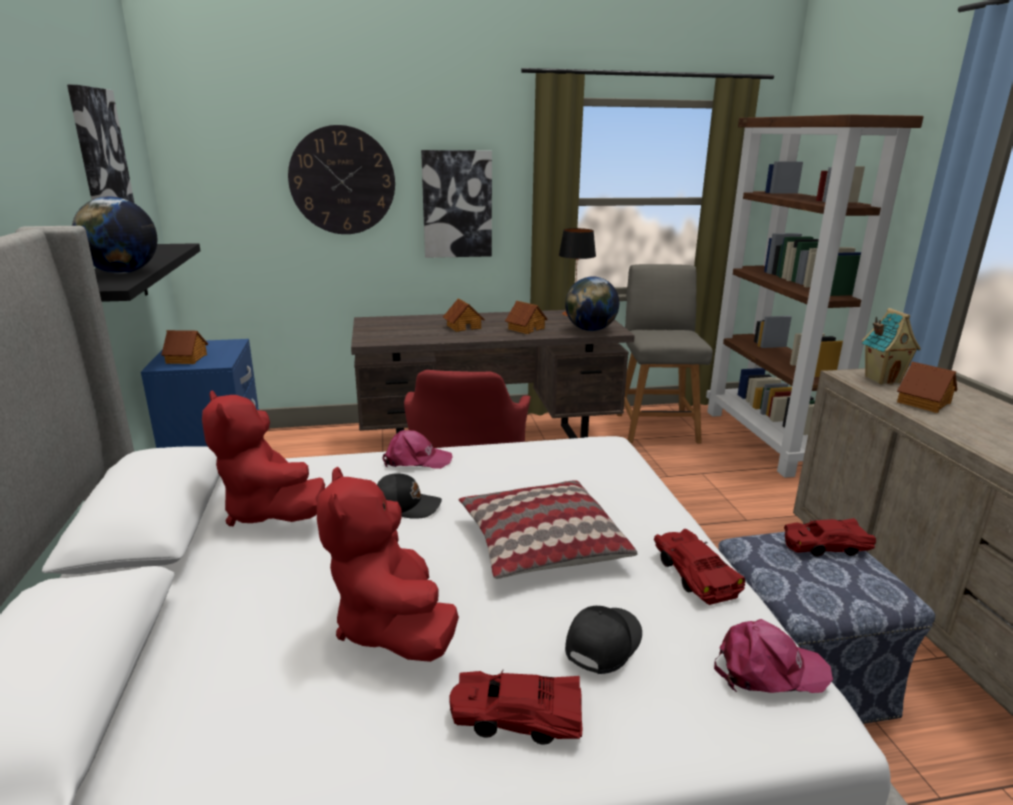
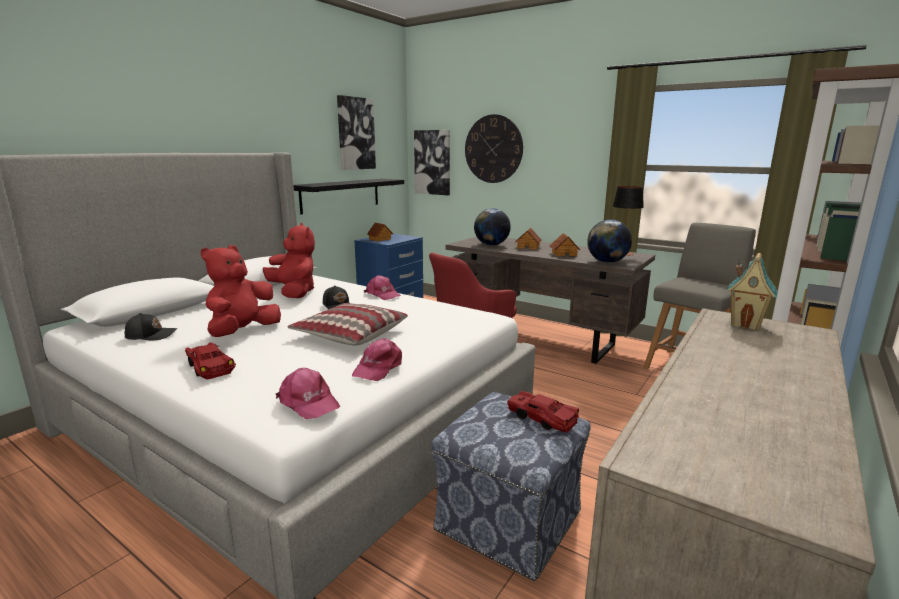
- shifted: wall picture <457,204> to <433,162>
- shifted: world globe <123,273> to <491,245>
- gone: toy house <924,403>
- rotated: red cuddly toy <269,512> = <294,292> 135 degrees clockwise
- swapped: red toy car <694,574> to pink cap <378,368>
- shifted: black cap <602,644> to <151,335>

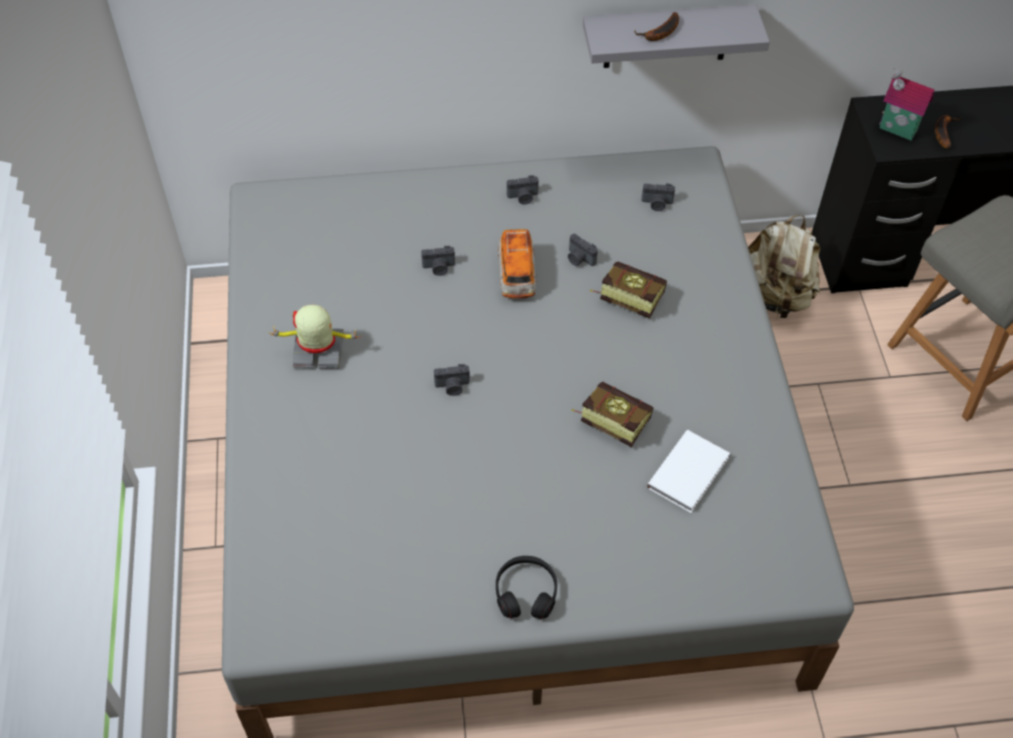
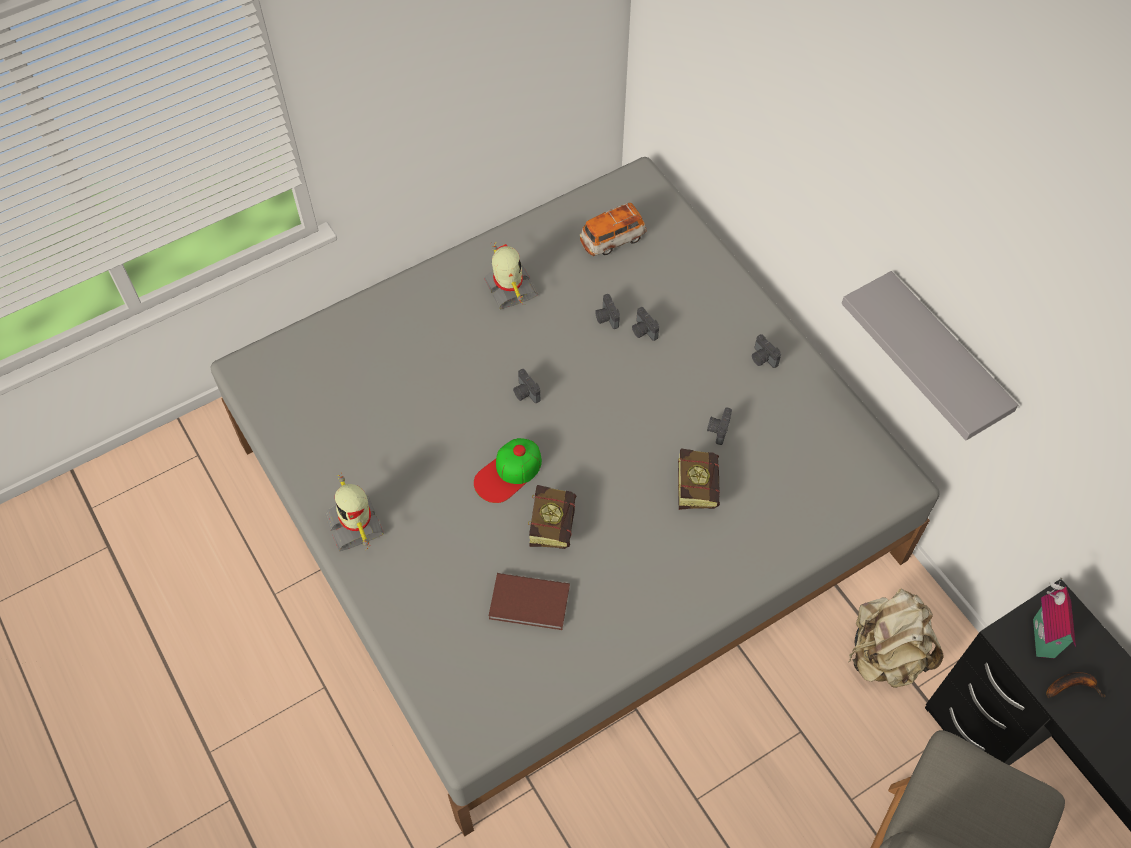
- gone: banana fruit <660,33>
- shifted: still camera <657,204> to <606,318>
- shifted: toy car <516,275> to <612,240>
- repainted: whitish volume <690,472> to brown-coloured volume <530,604>
- swapped: black pair of headphones <526,592> to model robot <356,524>
- new: cap <508,473>

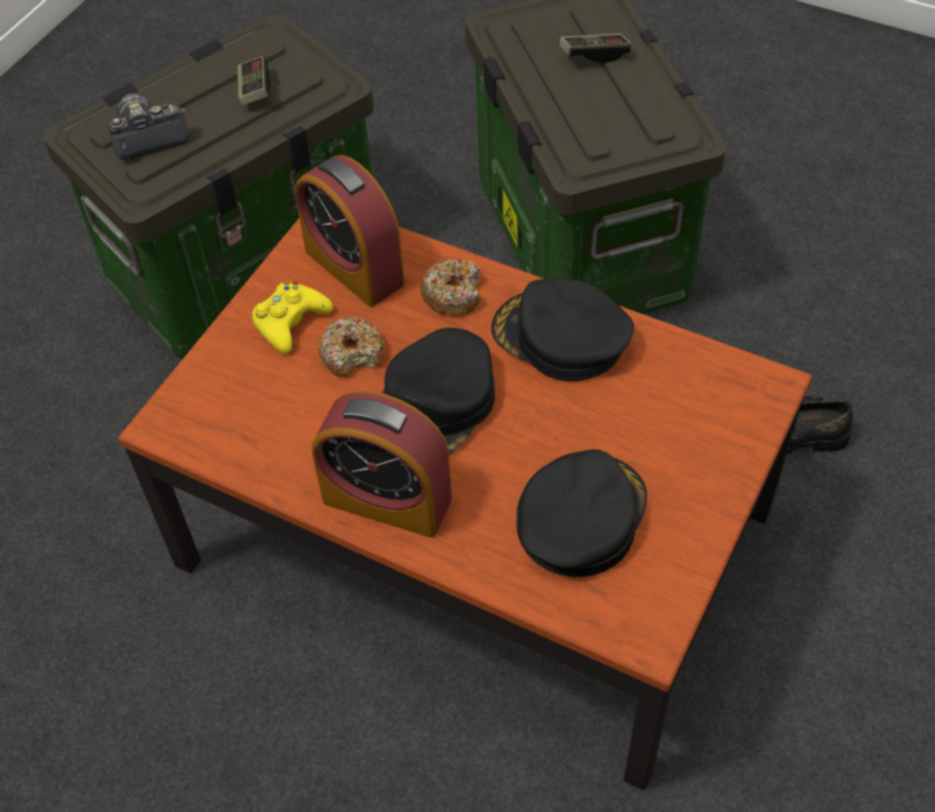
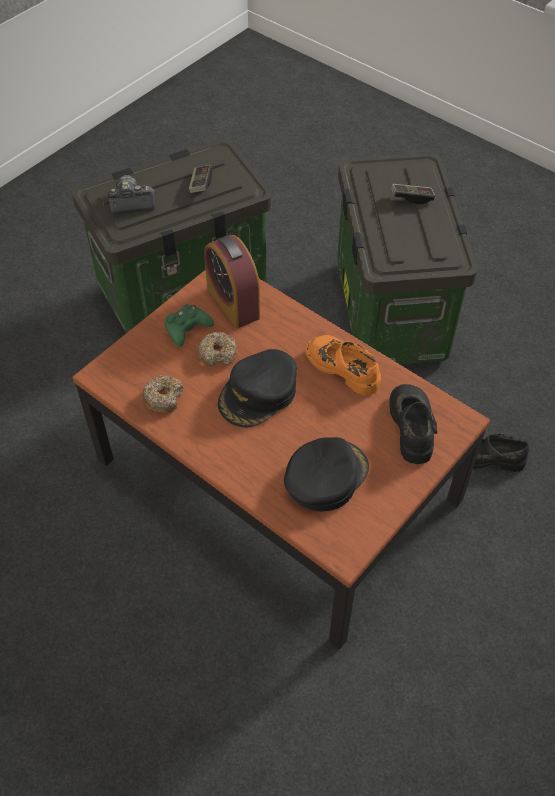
- shifted: doughnut <453,294> to <163,398>
- swapped: black cap <560,337> to orange-coloured item of footwear <343,368>
- repainted: yellowish game controller <290,322> to greenish game controller <187,328>
- gone: bedside clock <387,499>
- new: black item of footwear <413,426>

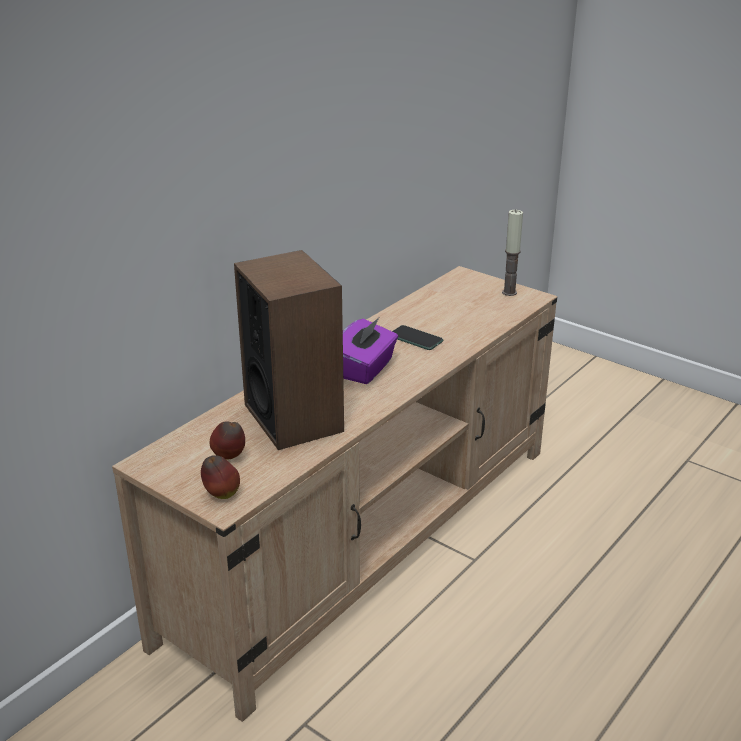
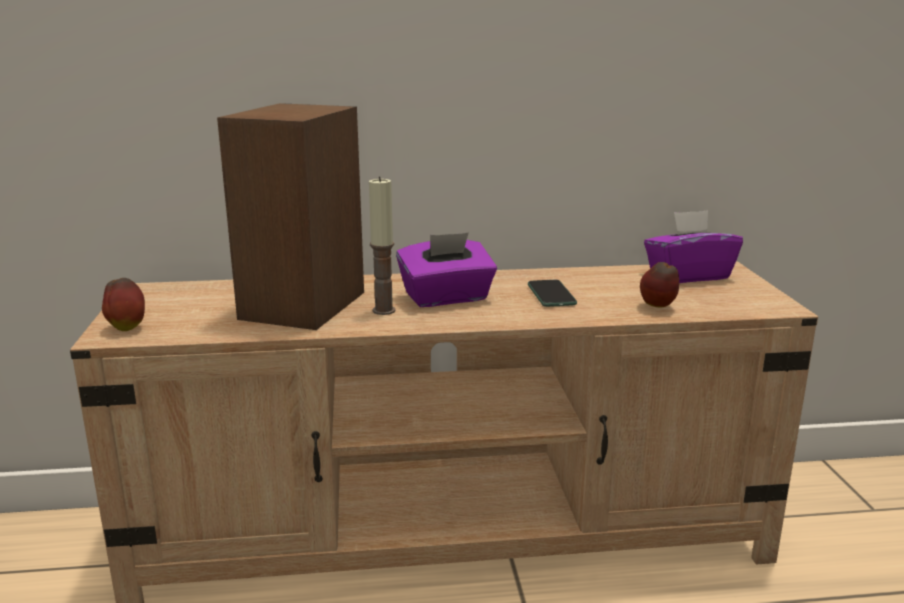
- shifted: wax candle <509,292> to <384,310>
- shifted: apple <229,457> to <658,307>
- new: purple box of tissues <688,275>

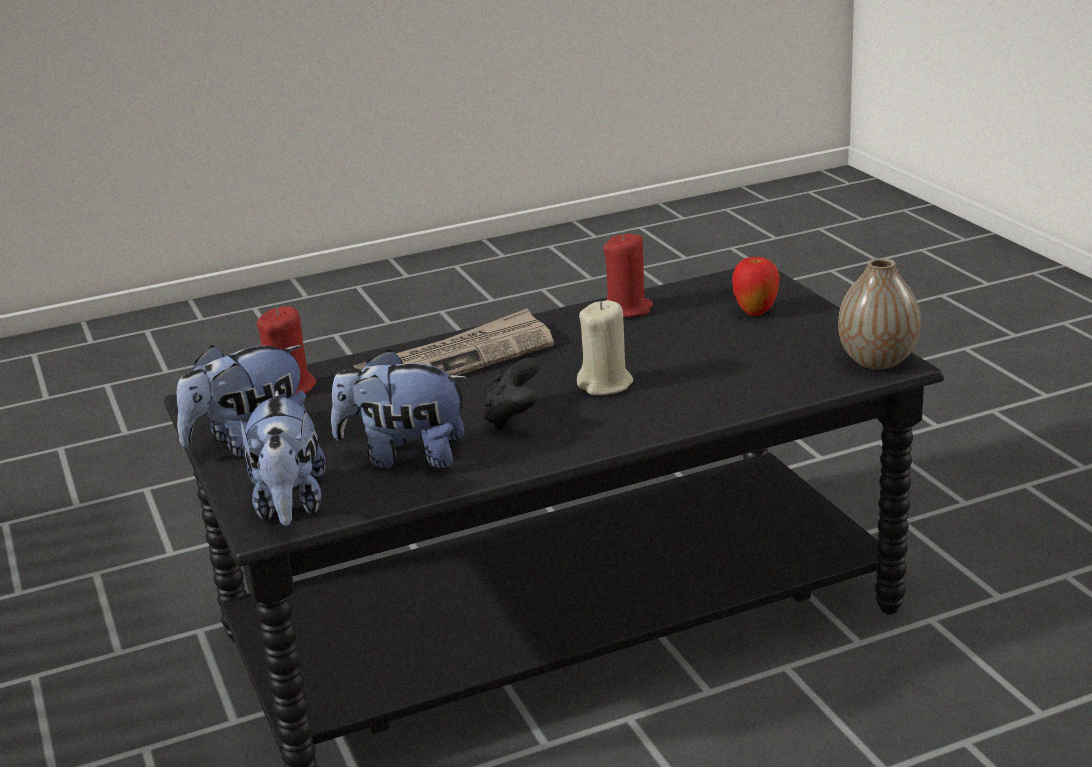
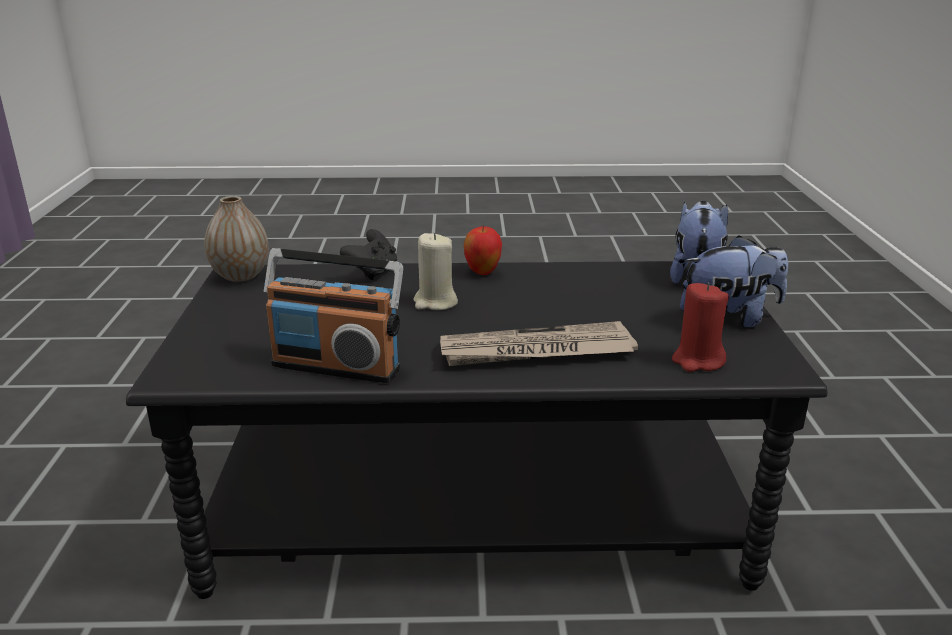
- swapped: red wax candle <627,309> to radio set <336,366>
- shifted: apple <755,312> to <482,272>
- gone: cuddly toy <405,456>
- shifted: black game controller <513,418> to <372,272>

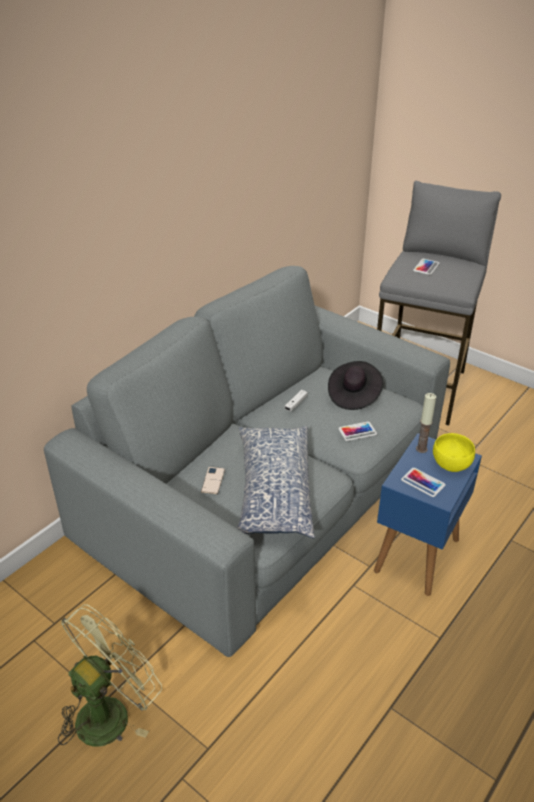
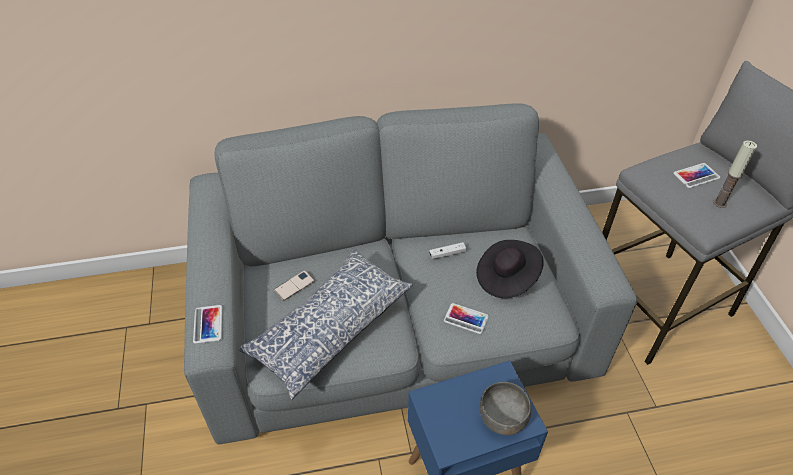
- shifted: wax candle <421,449> to <720,203>
- repainted: yellowish deep dish <451,464> to grey deep dish <502,419>
- shifted: telephone <423,482> to <208,324>
- gone: greenish electric fan <110,711>

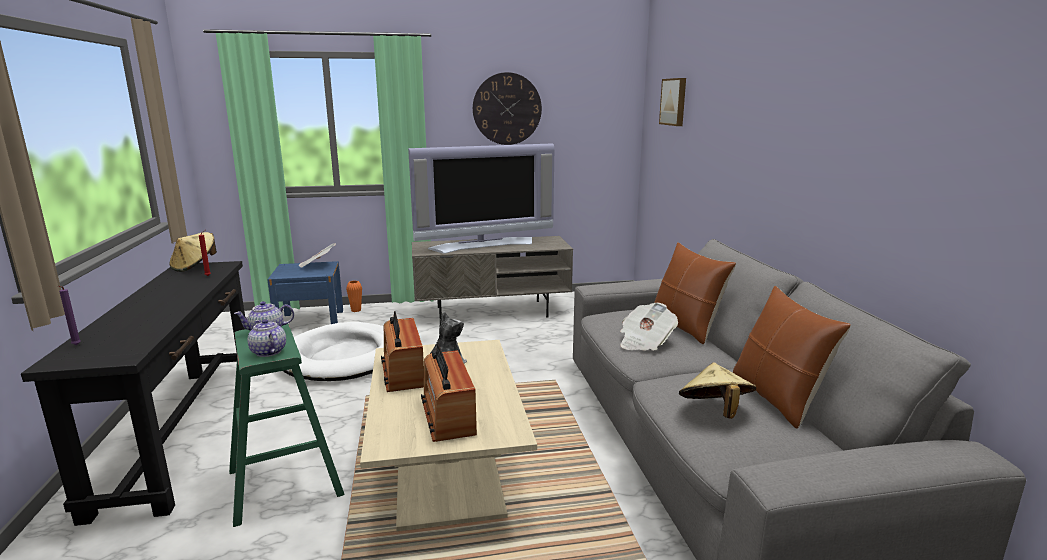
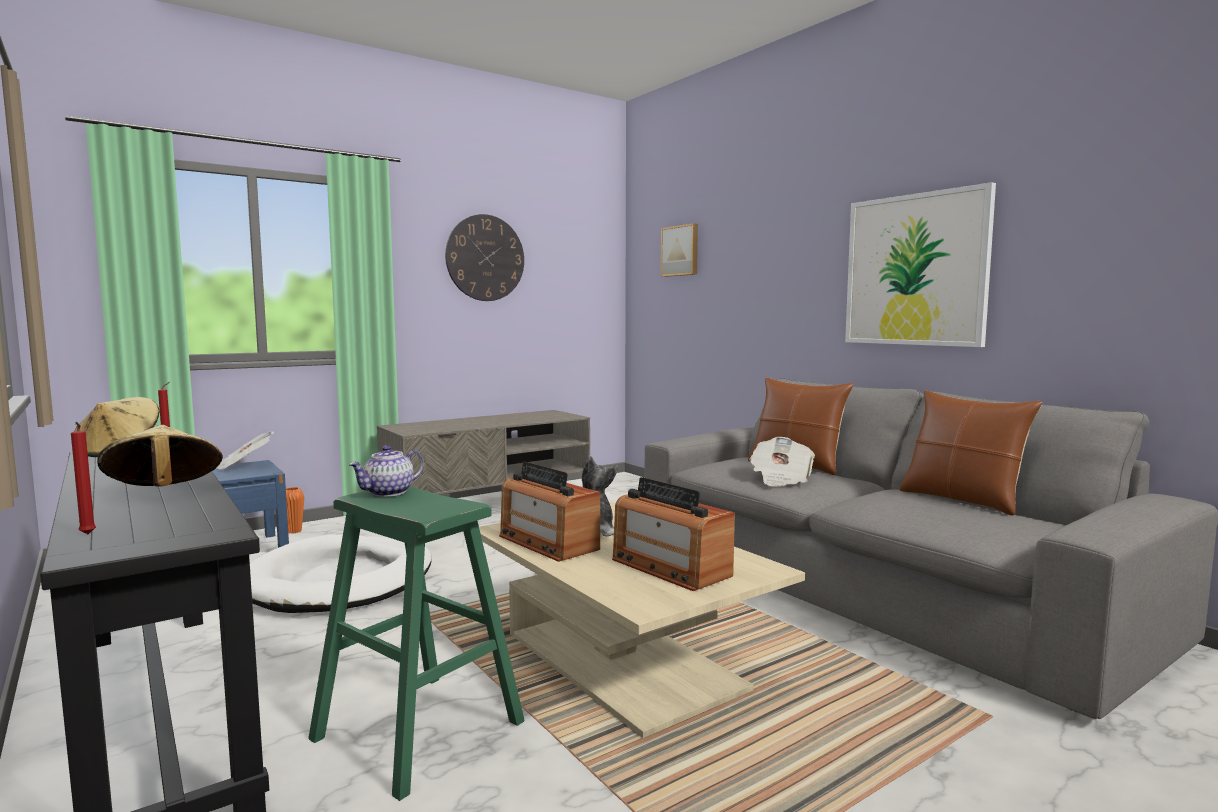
- gone: TV <483,244>
- repainted: purple wax candle <75,345> to red wax candle <87,535>
- gone: tea pot <268,352>
- shifted: beige-coloured hat <714,412> to <163,493>
- new: wall picture <915,270>

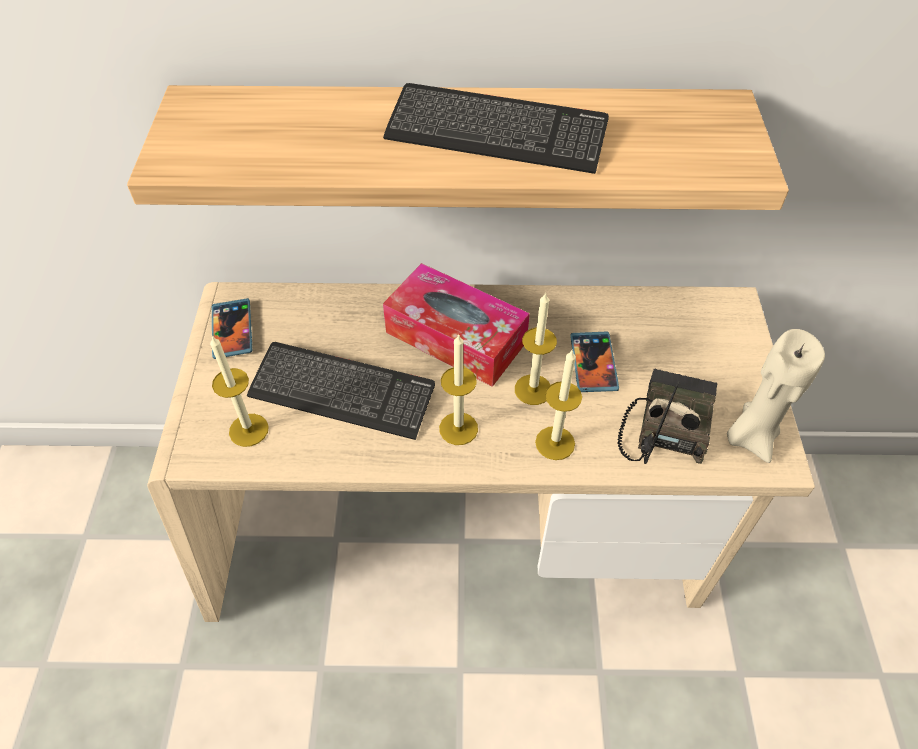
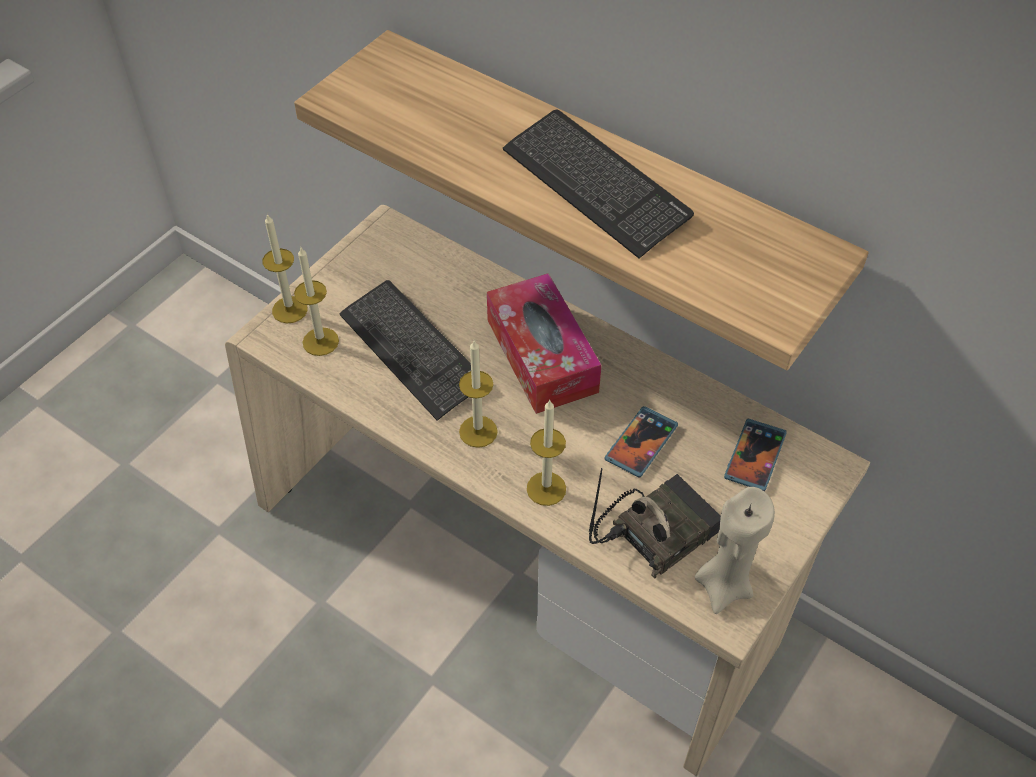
- shifted: wax candle <533,389> to <289,310>
- shifted: telephone <232,330> to <754,456>

